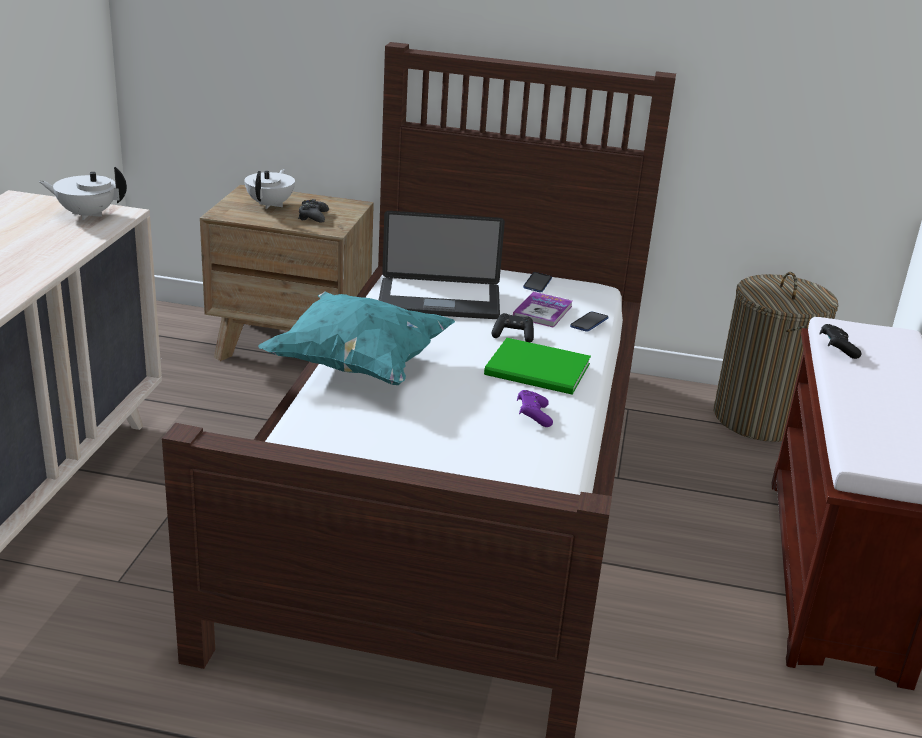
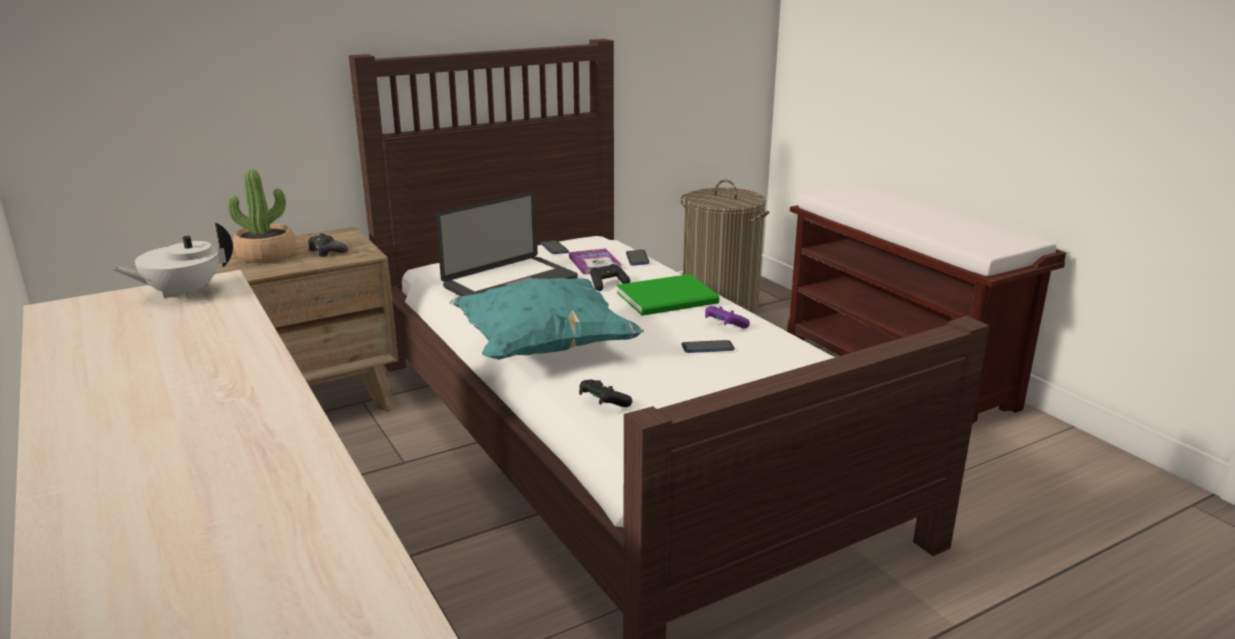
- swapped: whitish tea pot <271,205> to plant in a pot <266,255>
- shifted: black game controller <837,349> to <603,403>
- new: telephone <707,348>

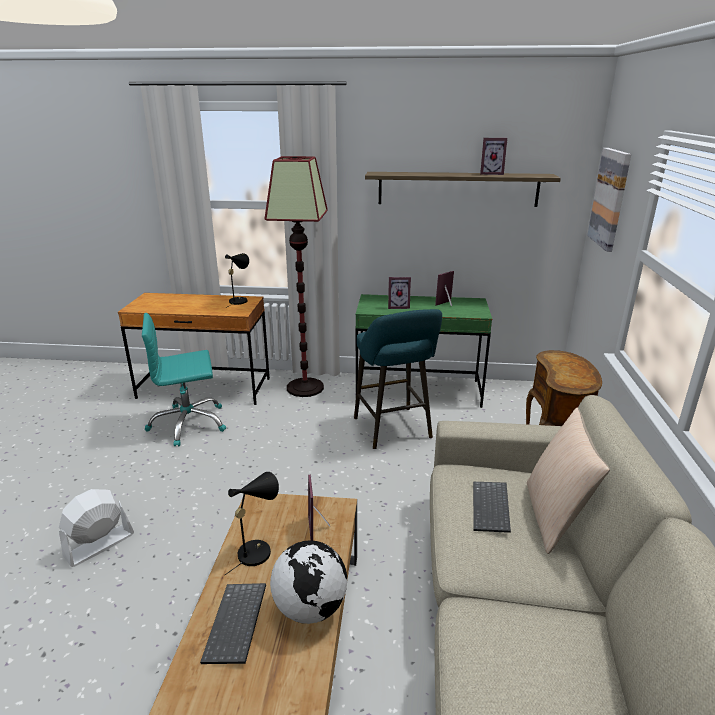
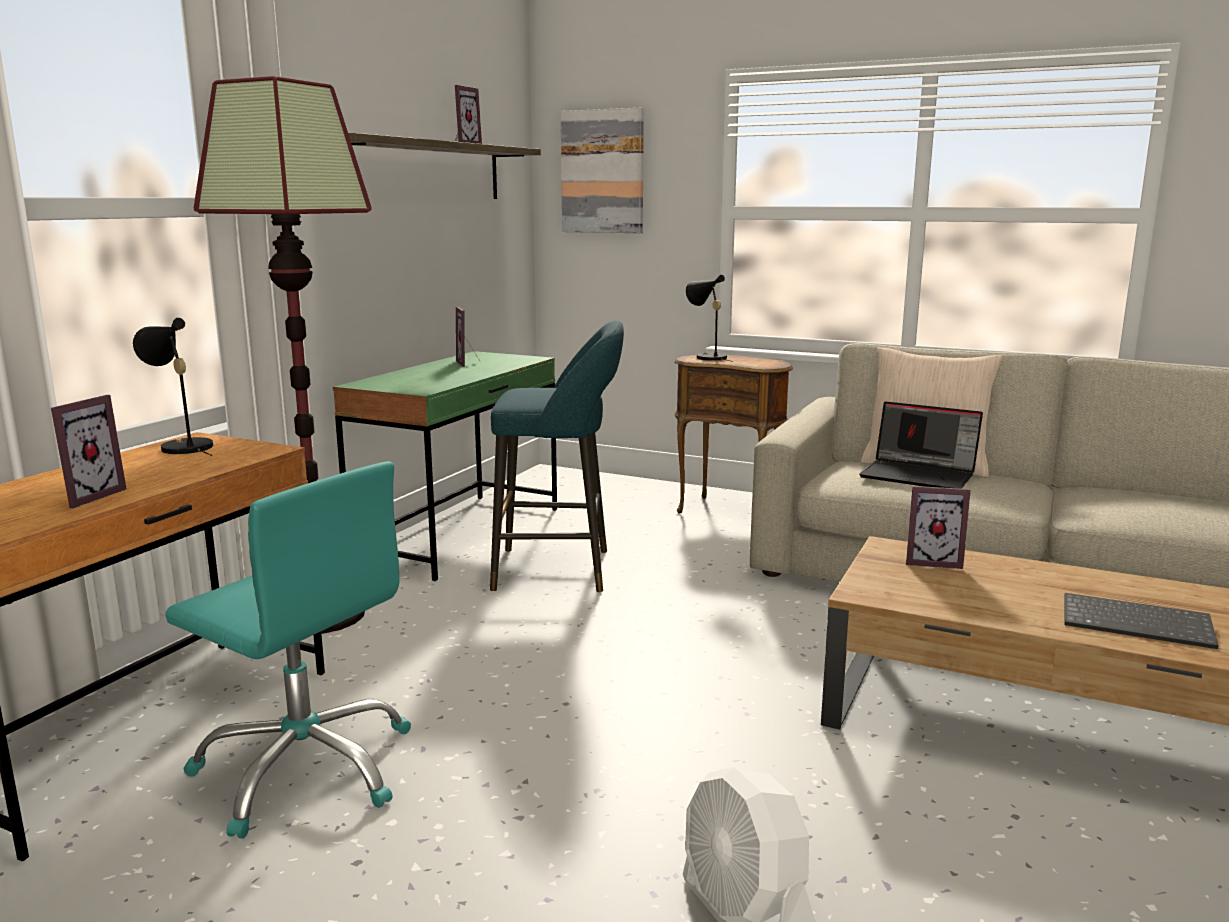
- shifted: photo frame <398,306> to <85,496>
- rotated: turquoise-coloured computer chair <188,424> = <306,768> 60 degrees counterclockwise
- shifted: black table lamp <257,550> to <707,357>
- swapped: PC keyboard <492,508> to notebook computer <920,475>
- gone: world globe <310,608>

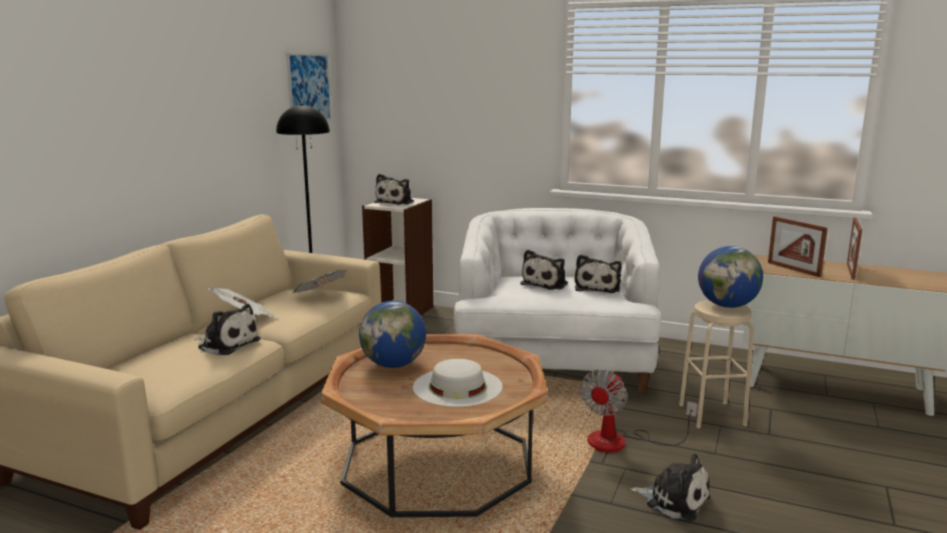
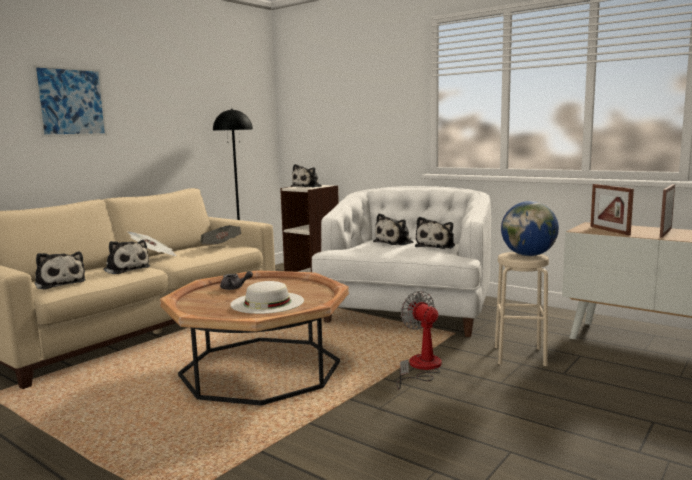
- shifted: wall picture <309,88> to <71,102>
- swapped: world globe <394,365> to grey tea pot <235,288>
- rotated: electric fan <620,442> = <421,368> 105 degrees clockwise
- shifted: cuddly toy <674,500> to <60,283>

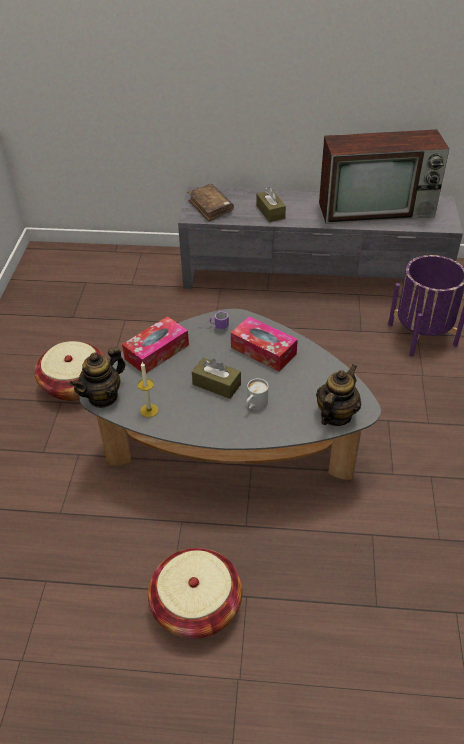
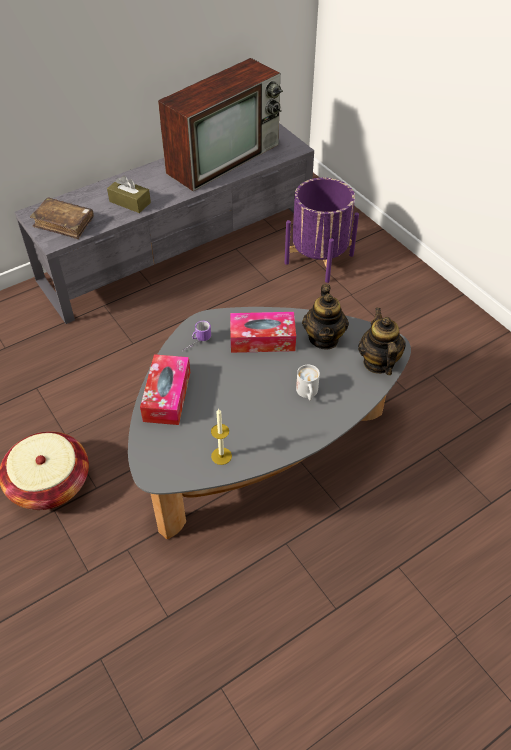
- shifted: tea pot <103,397> to <324,338>
- gone: brown-coloured box of tissues <216,384>
- gone: storage basket <196,605>

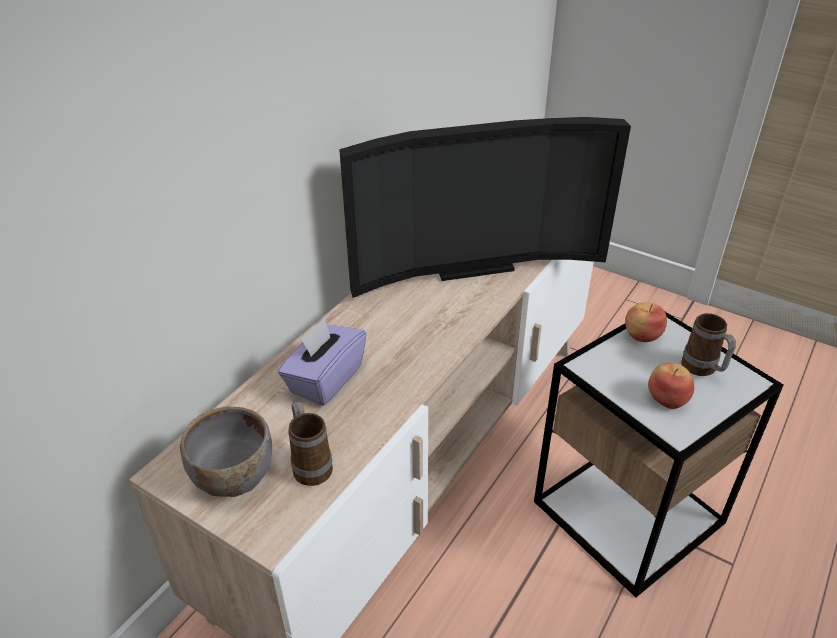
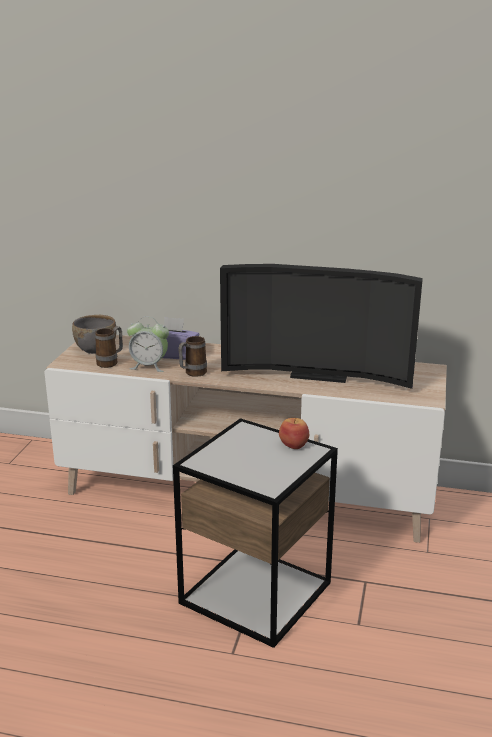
- rotated: TV <470,263> = <318,373> 45 degrees counterclockwise
- shifted: mug <703,370> to <192,373>
- gone: apple <667,398>
- new: bedside clock <149,366>

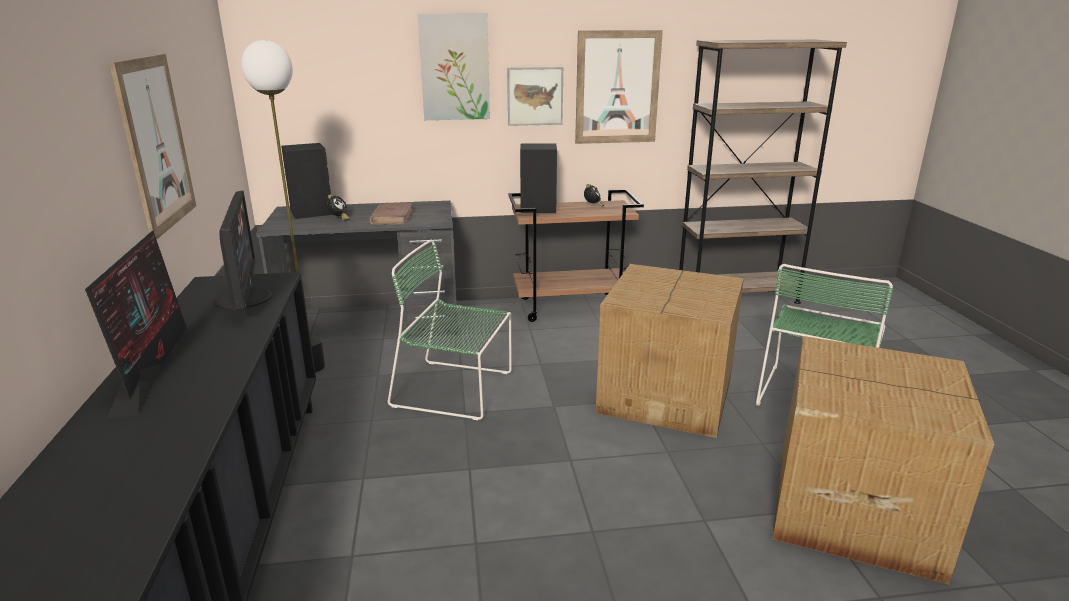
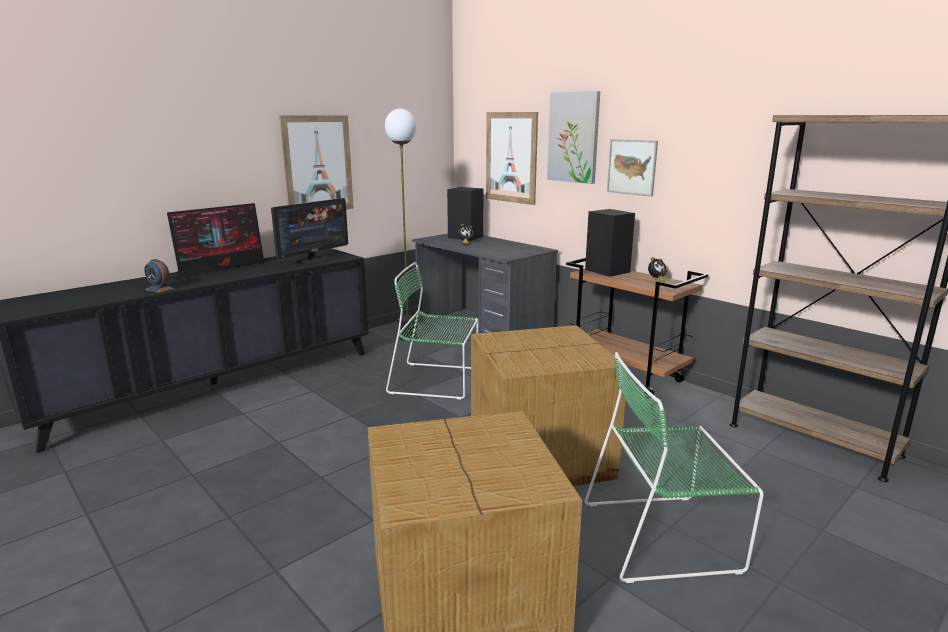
- shifted: wall picture <617,88> to <511,157>
- gone: brown-coloured volume <392,217>
- rotated: greenish upright chair <456,389> = <437,380> 60 degrees counterclockwise
- new: bedside clock <159,289>

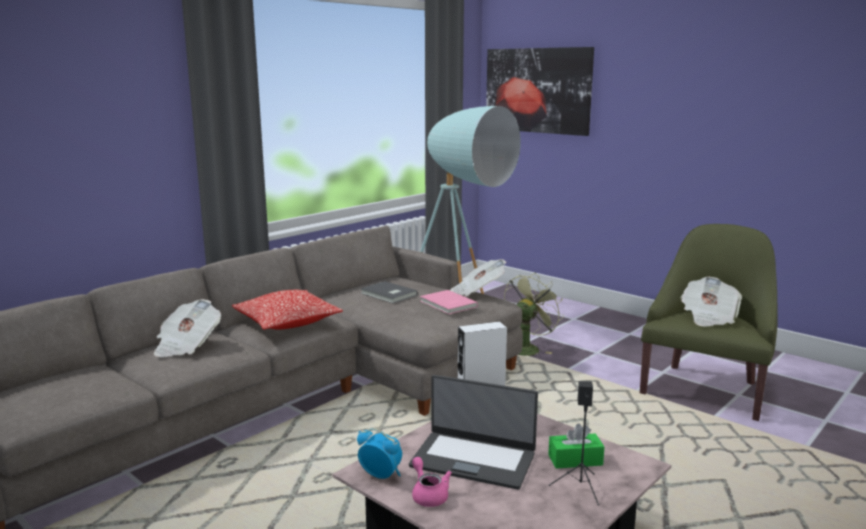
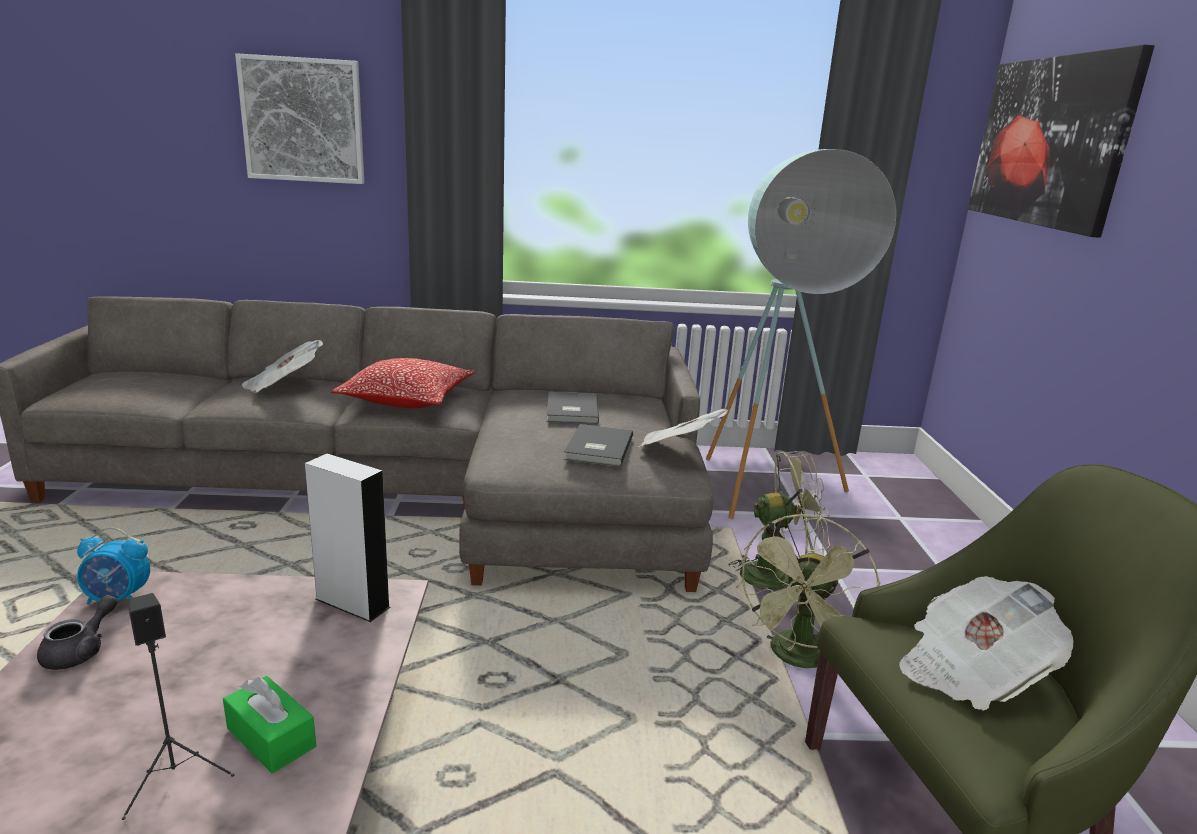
- repainted: pink volume <447,304> to grey volume <597,448>
- gone: notebook computer <473,459>
- rotated: bedside clock <381,475> = <118,599> 105 degrees clockwise
- repainted: pink tea pot <428,494> to grey tea pot <81,651>
- new: wall picture <303,120>
- new: greenish electric fan <798,659>

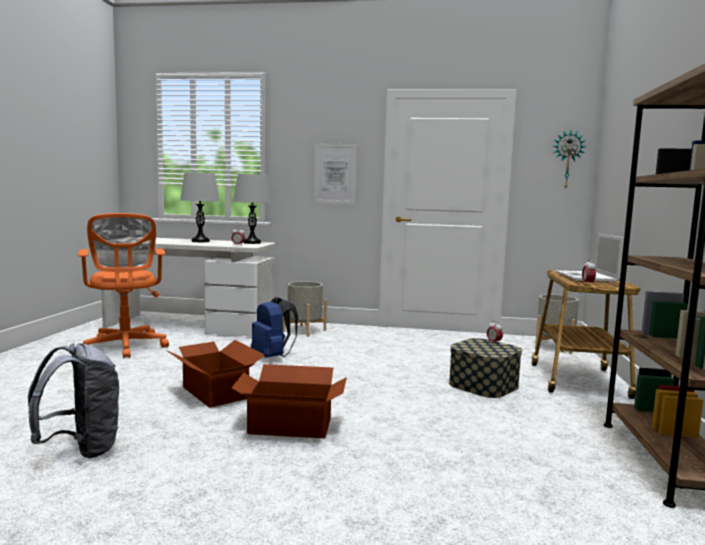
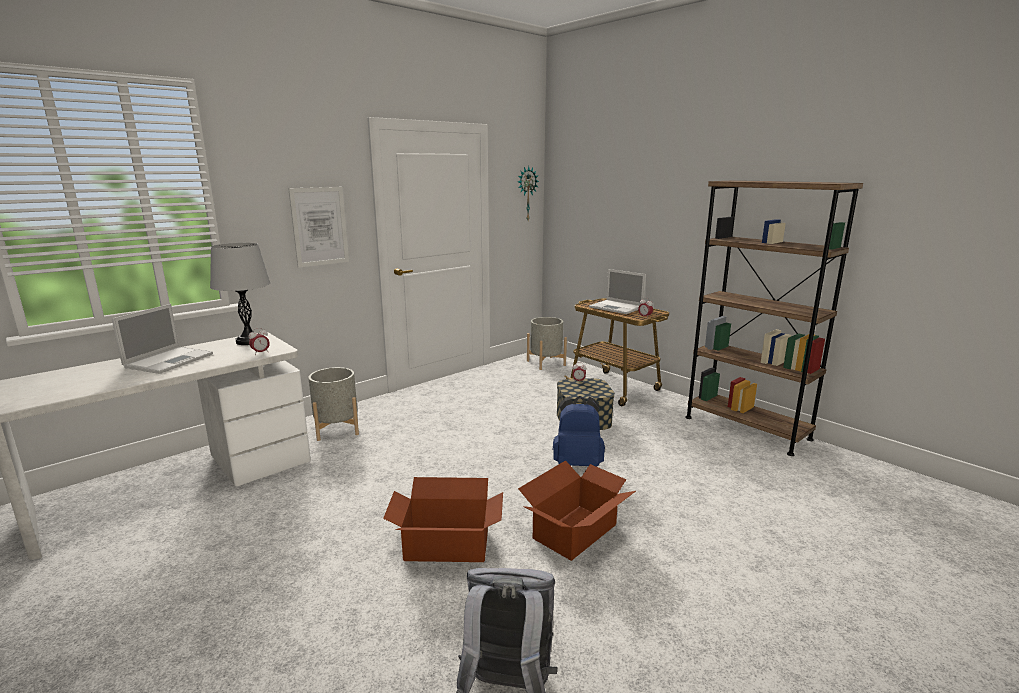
- swapped: grey table lamp <200,241> to notebook computer <170,360>
- gone: orange-coloured computer chair <125,347>
- shifted: bluish backpack <272,357> to <577,463>

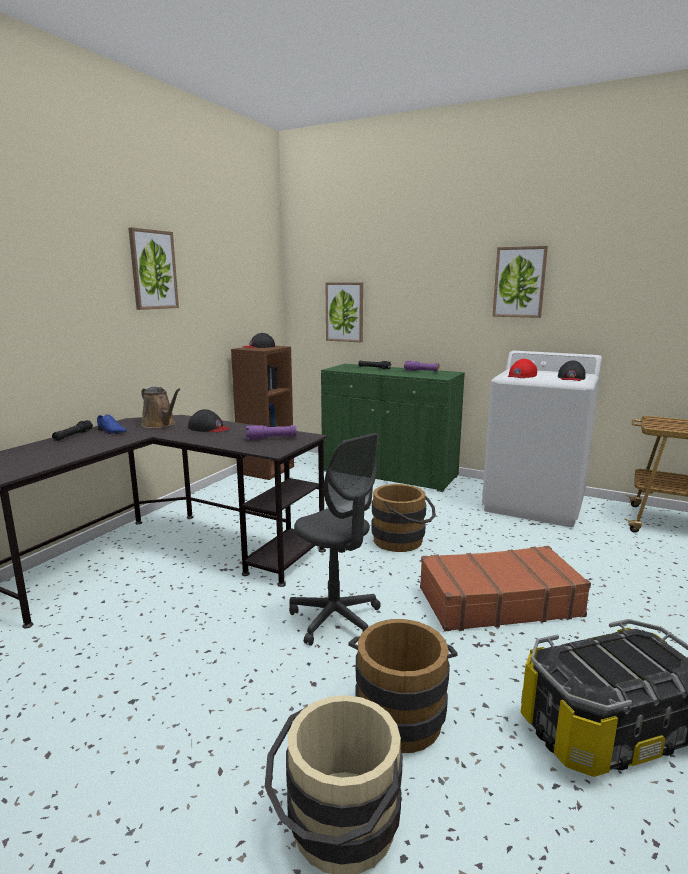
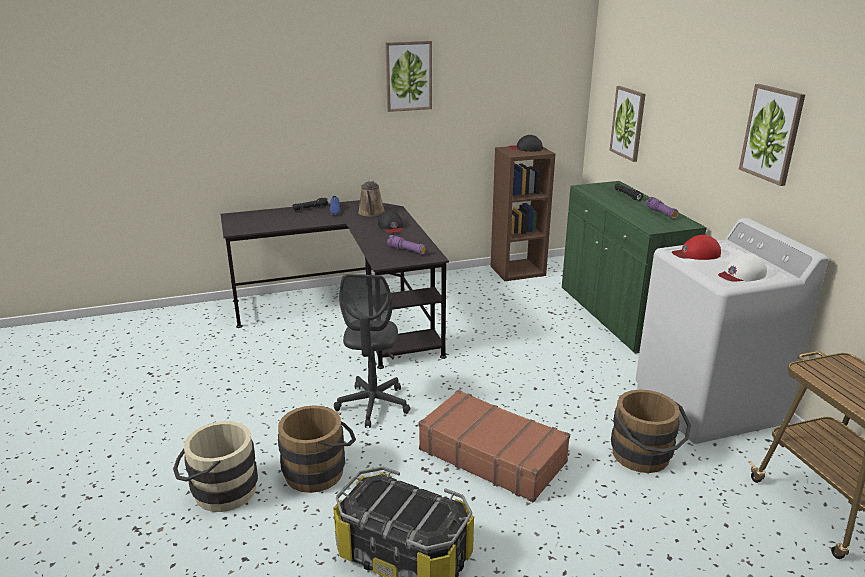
- repainted: black cap <571,378> to whitish cap <741,274>
- shifted: brown-coloured bucket <403,541> to <644,458>

